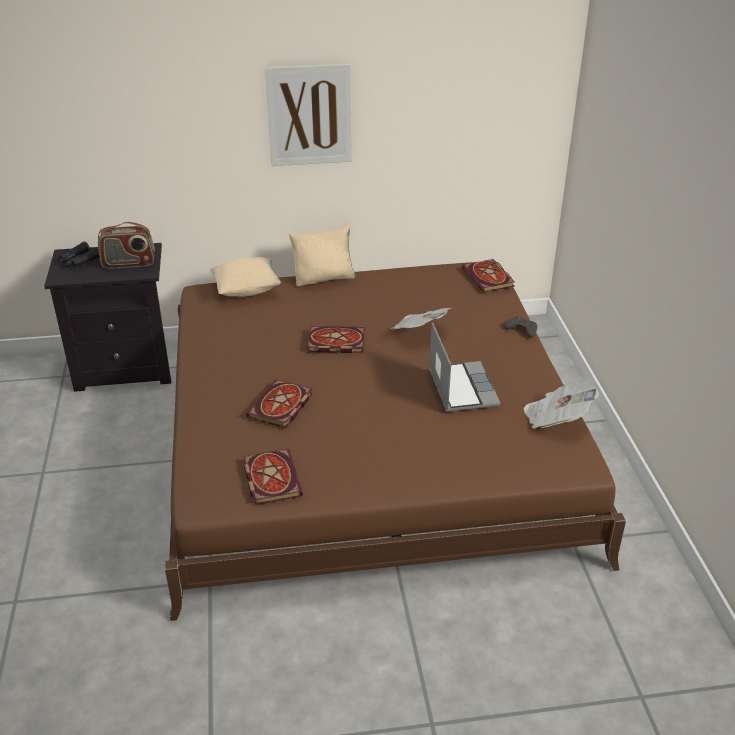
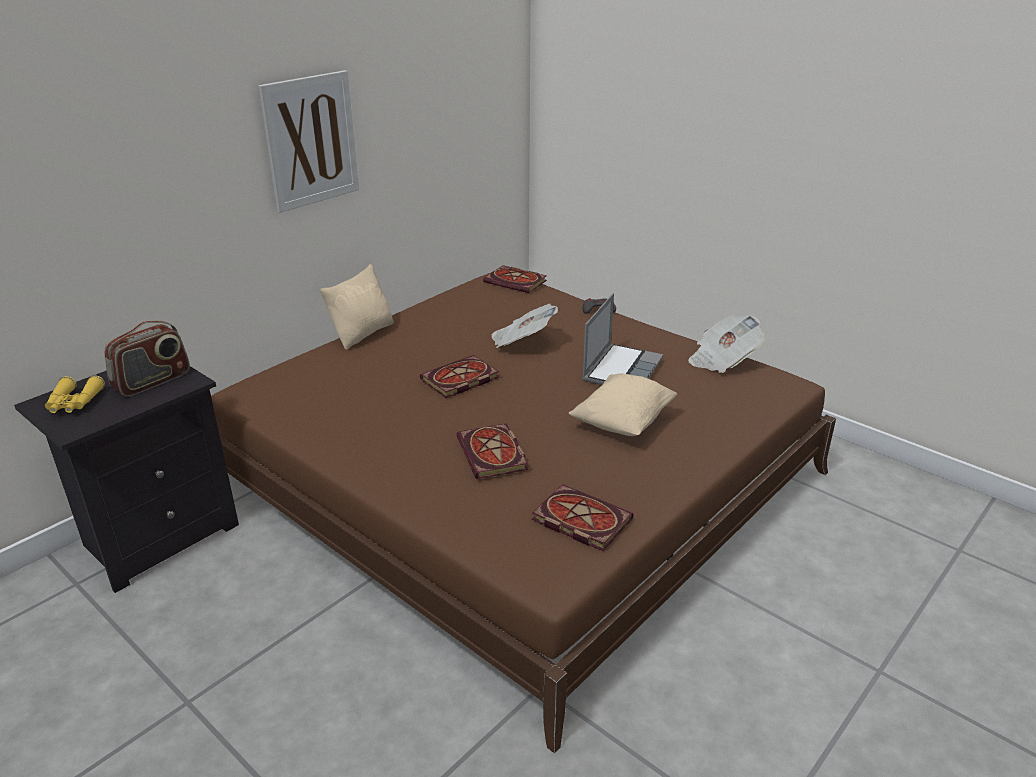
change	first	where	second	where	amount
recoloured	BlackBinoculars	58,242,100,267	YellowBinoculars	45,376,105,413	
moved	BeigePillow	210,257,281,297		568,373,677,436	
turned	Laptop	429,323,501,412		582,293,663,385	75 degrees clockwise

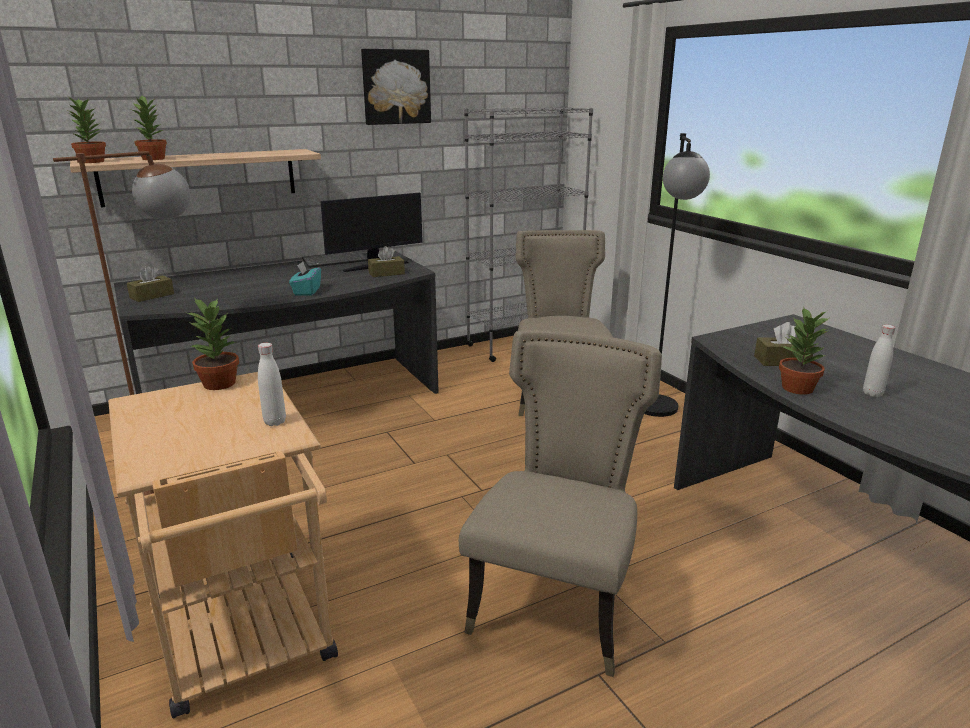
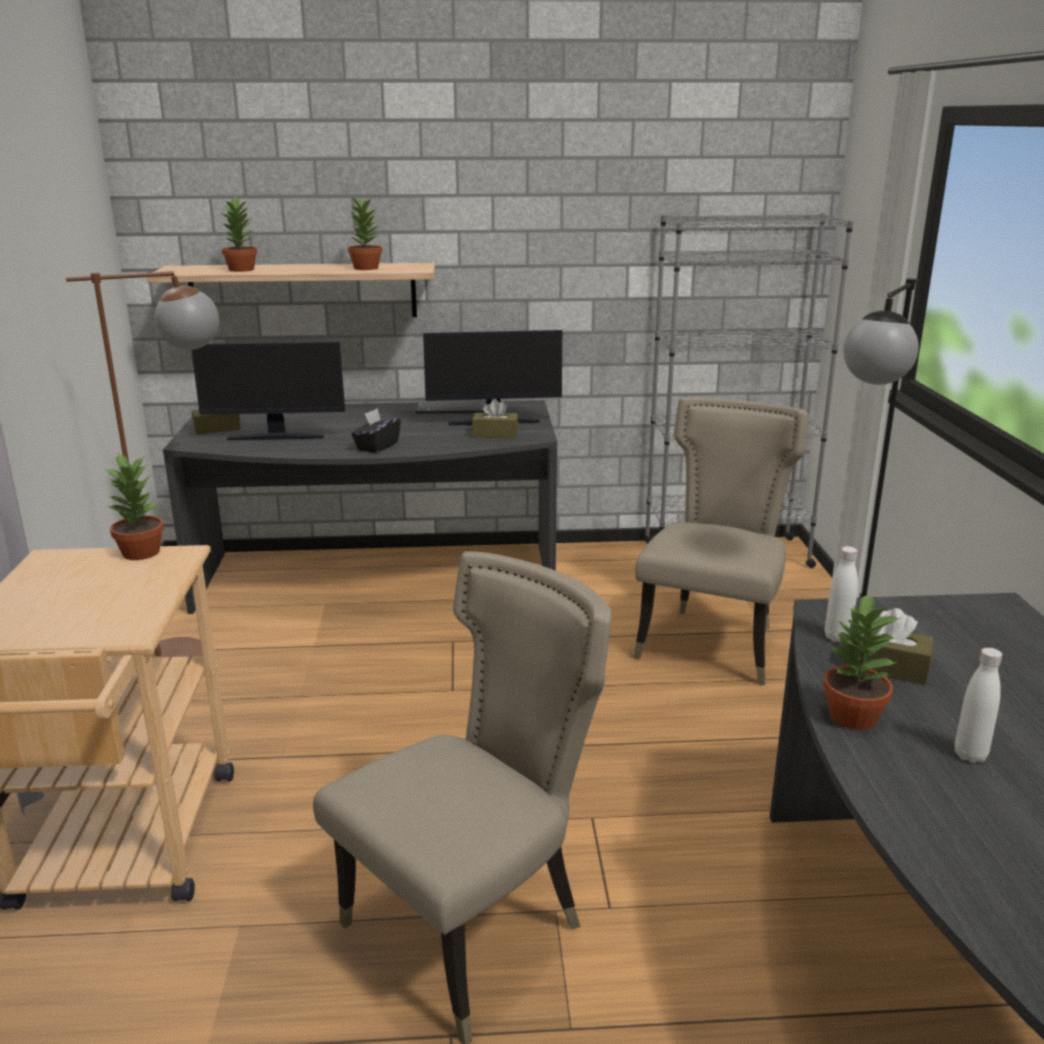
change	first	where	second	where	amount
added			Monitor	192,342,345,440	
moved	PottedPlant	69,98,106,163		348,196,382,270	
recoloured	TurquoiseTissueBox	289,261,321,296	BlackTissueBox	351,408,401,453	
moved	WhiteBottle	258,343,286,426		825,546,858,643	
removed	Picture	361,49,431,125			

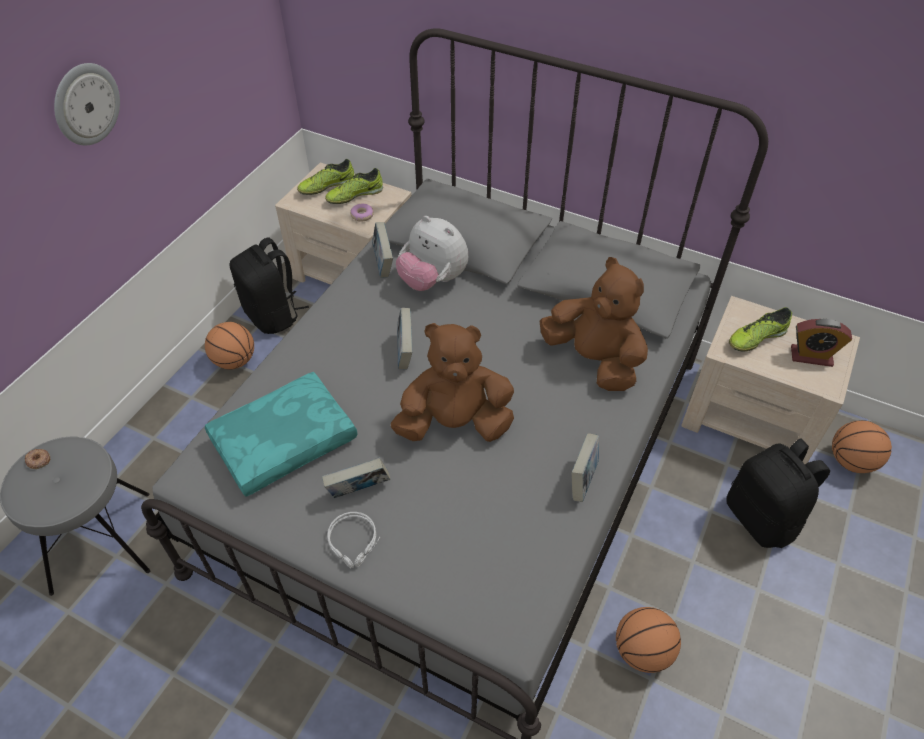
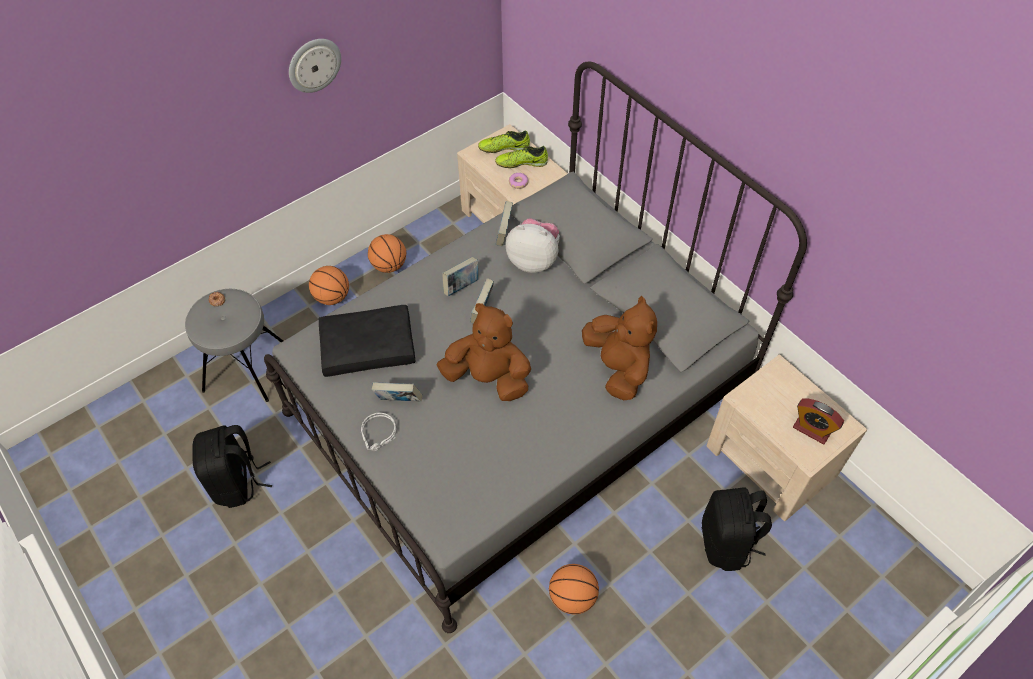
change	first	where	second	where	amount
moved	BlackBackpack	230,237,309,334		193,425,272,508	
moved	Basketball	832,420,892,473		309,266,349,305	
recoloured	TurquoisePillow	205,372,358,497	BlackPillow	319,305,415,377	
moved	Book	571,433,599,502		442,257,478,296	
turned	PlushToy	396,216,468,291		505,218,560,273	135 degrees clockwise
removed	Shoe	729,307,792,352			

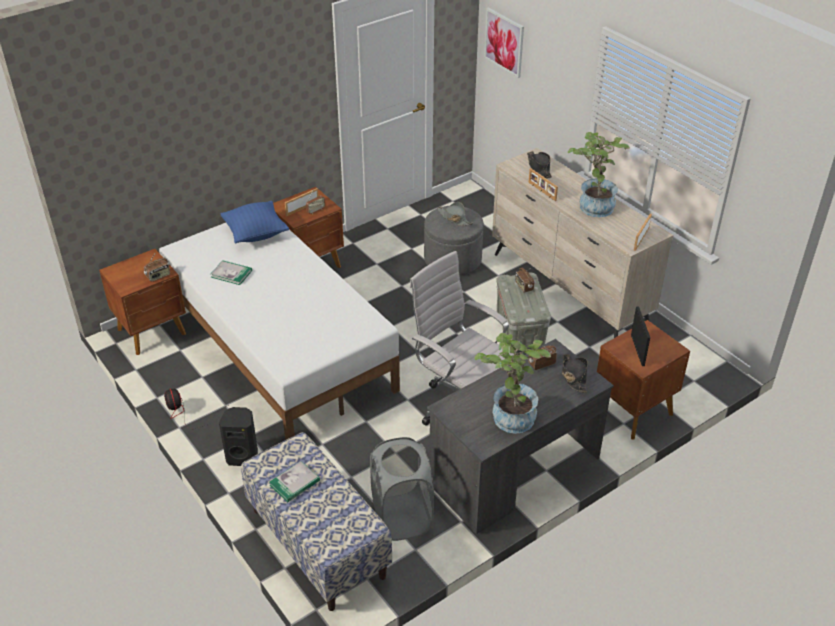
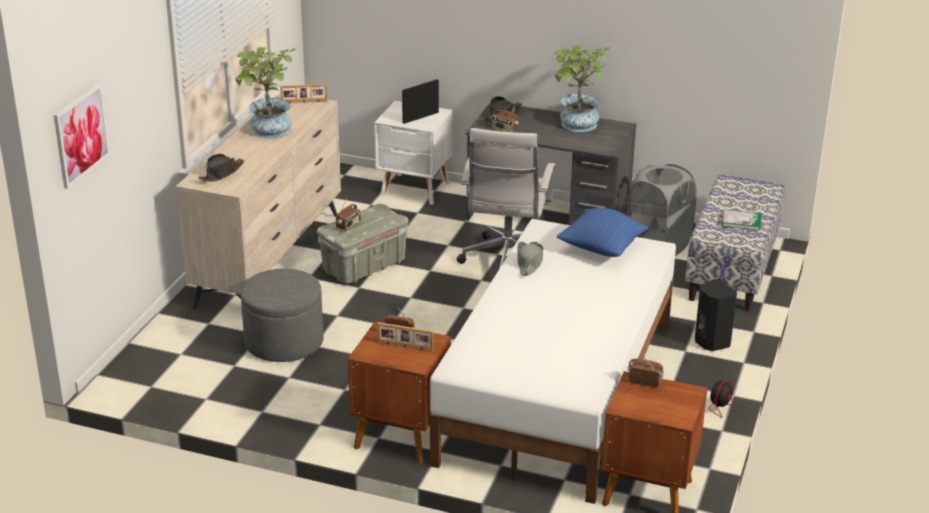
change	first	where	second	where	amount
recoloured	BrownNightstand	597,320,690,440	WhiteNightstand	374,101,452,205	
moved	GreyHat	437,202,473,226		517,242,543,276	
moved	BluePillow	220,201,289,243		557,208,649,257	
removed	Book	211,260,252,285			
removed	PictureFrame	528,168,558,201			

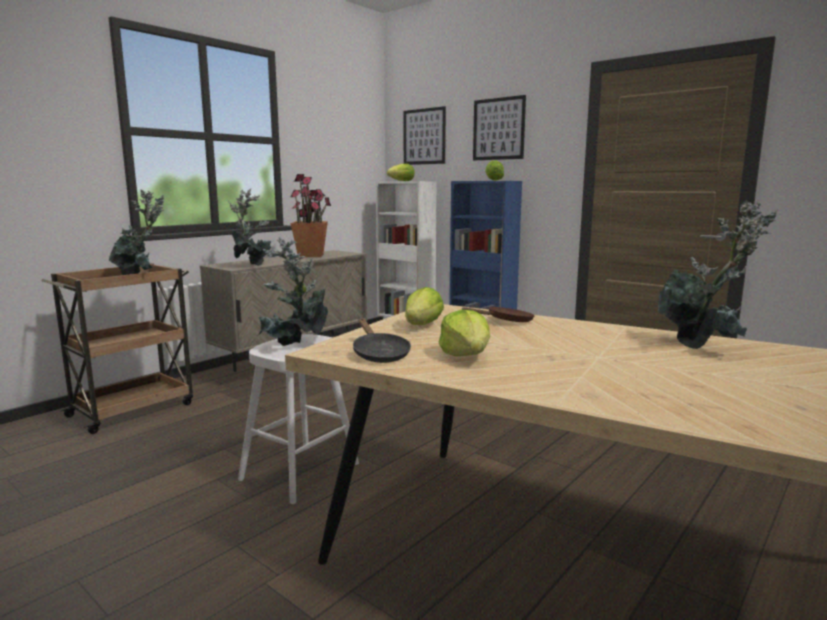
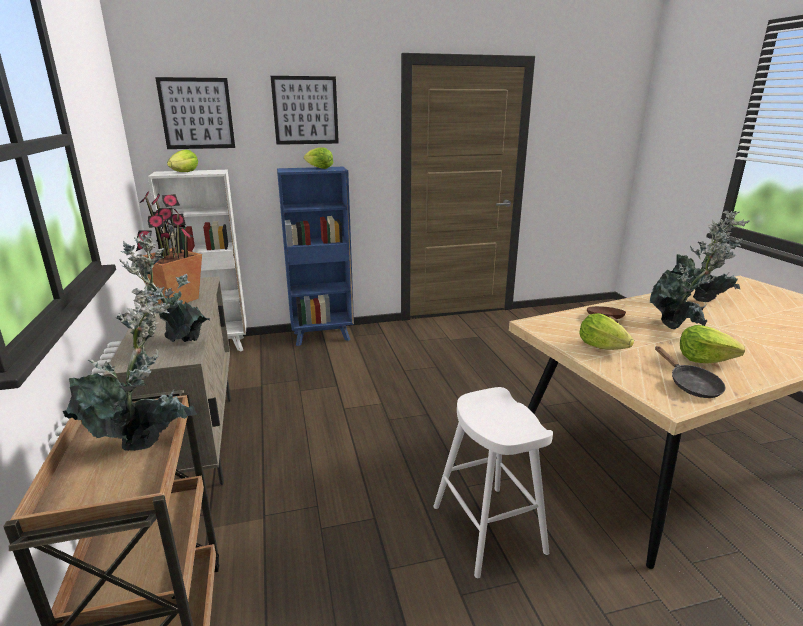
change	first	where	second	where	amount
moved	PottedPlant	258,237,328,346		650,231,743,329	
turned	BlackFryingPan	353,319,411,363		655,346,725,398	60 degrees clockwise

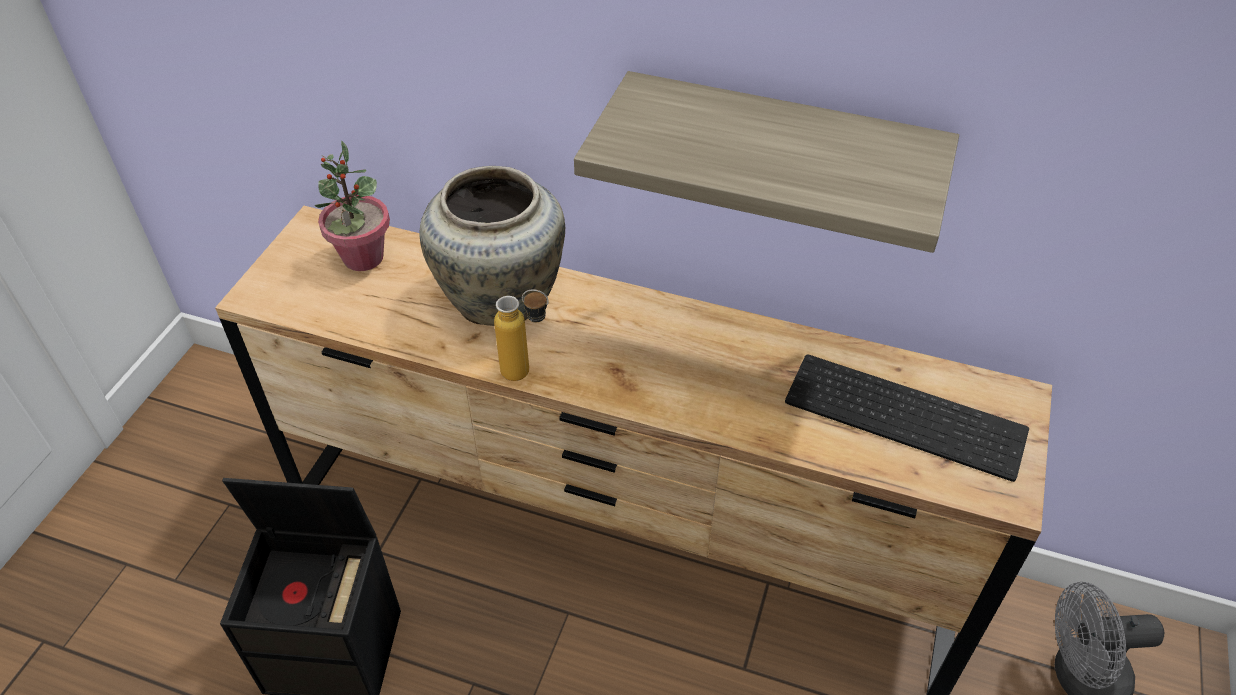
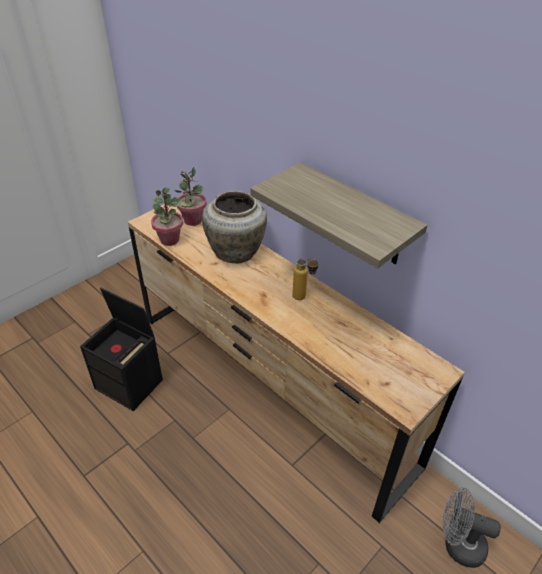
change	first	where	second	where	amount
added			PottedPlant	151,187,183,246	
moved	Bottle	494,289,549,381		292,258,319,300	
removed	Keyboard	785,354,1029,482			

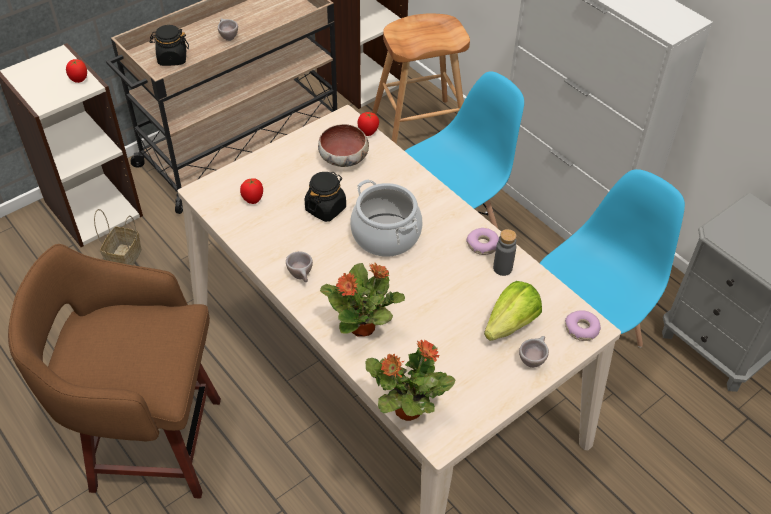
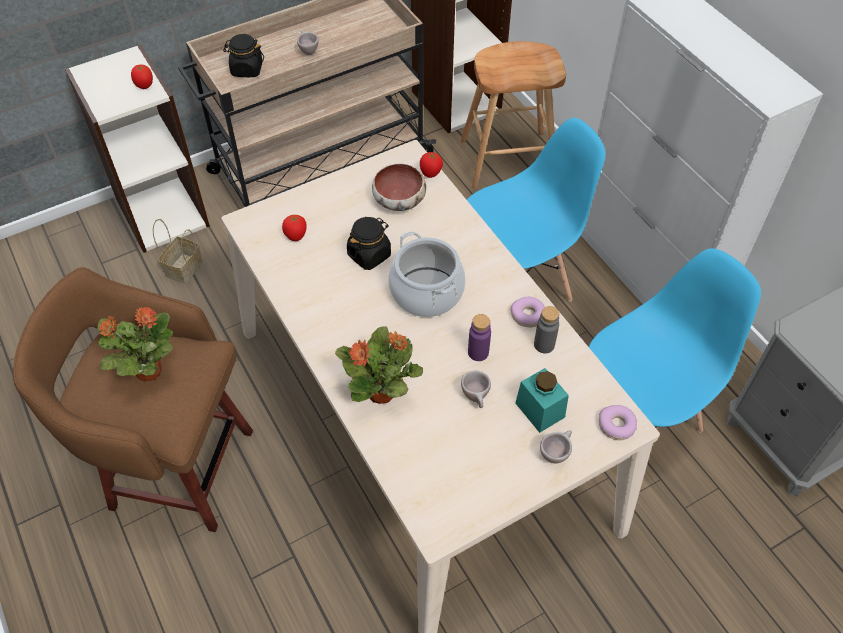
change	first	where	second	where	amount
moved	PottedPlant	366,340,455,421		97,307,173,381	
moved	BeigeCup	286,251,313,282		461,370,491,408	
added			PurpleBottle	468,314,491,361	
replaced	Lettuce	484,281,542,341	TurquoiseJar	515,368,569,433	

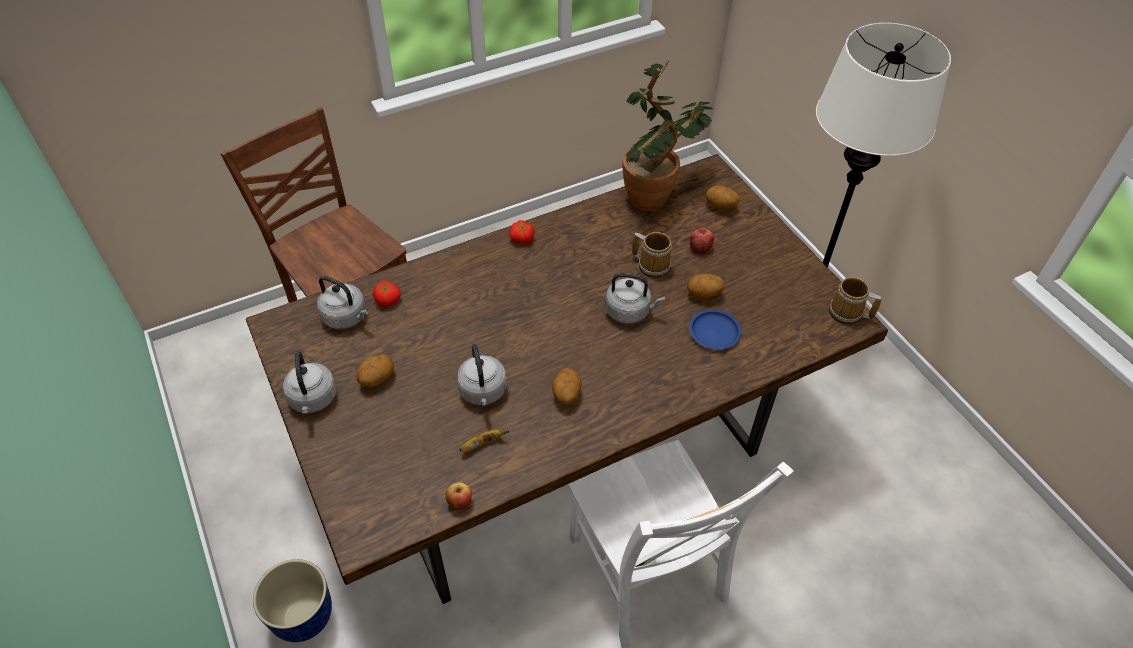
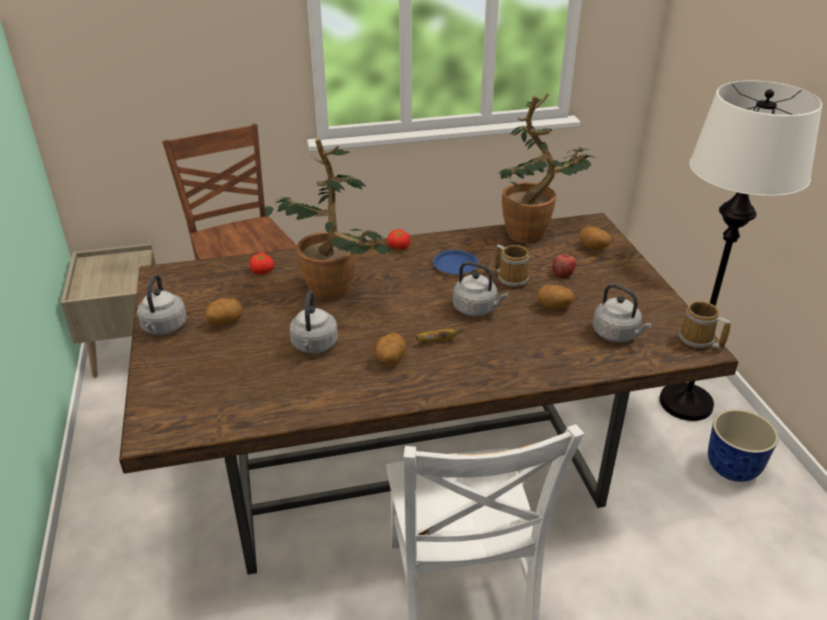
change	first	where	second	where	amount
added			BeigeNightstand	61,243,156,378	
added			PottedPlant	265,139,392,301	
moved	Banana	459,429,509,452		416,329,463,342	
moved	BluePlate	689,309,741,350		433,250,479,274	
moved	GreyKettle	317,276,369,329		593,284,652,342	
moved	Planter	253,559,332,642		708,409,778,482	
removed	Apple	445,482,472,510			

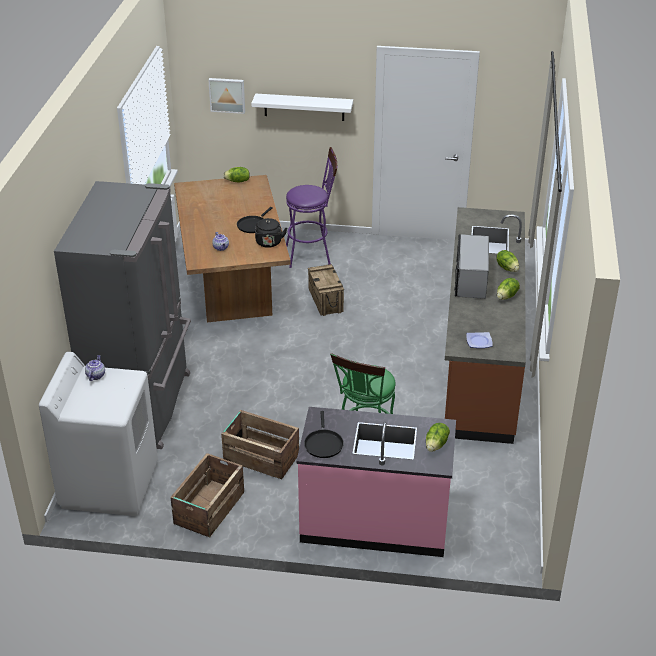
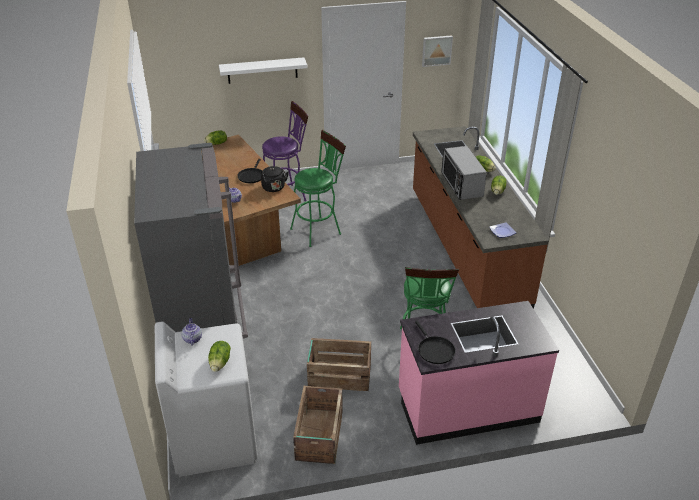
change	first	where	second	where	amount
moved	Lettuce	426,423,450,452		208,341,231,372	
replaced	Crate	308,264,344,316	GreenStool	290,130,346,247	
moved	Picture	208,78,245,114		422,35,453,67	

